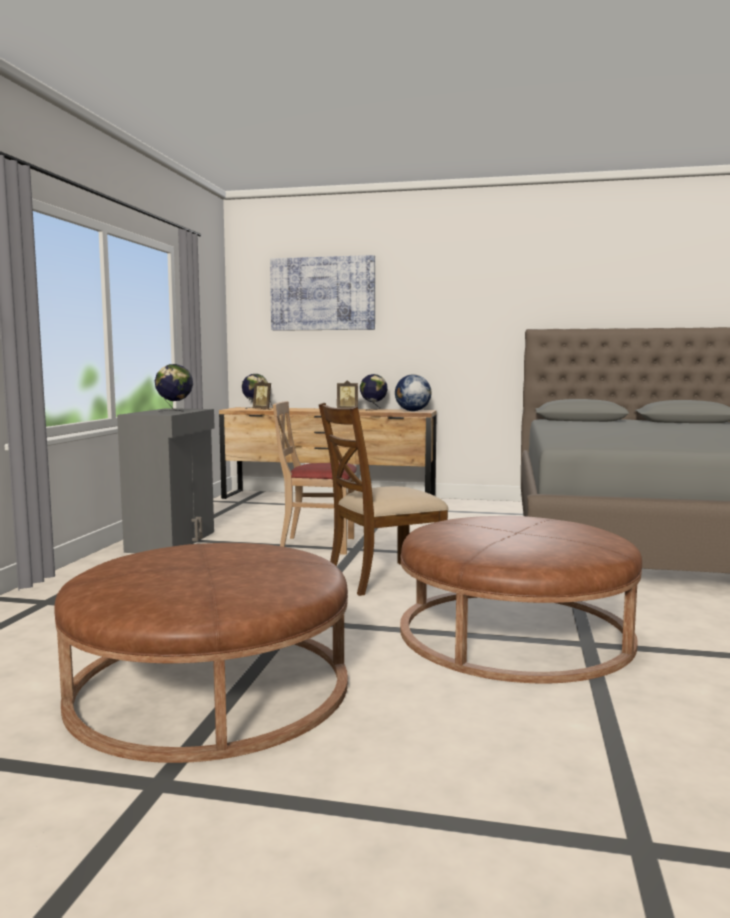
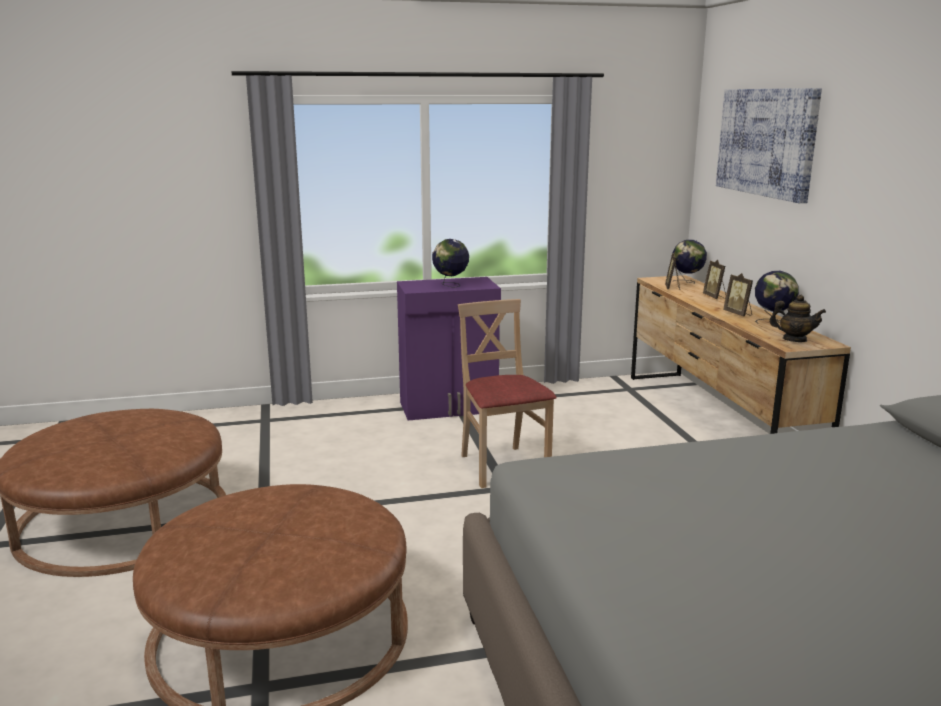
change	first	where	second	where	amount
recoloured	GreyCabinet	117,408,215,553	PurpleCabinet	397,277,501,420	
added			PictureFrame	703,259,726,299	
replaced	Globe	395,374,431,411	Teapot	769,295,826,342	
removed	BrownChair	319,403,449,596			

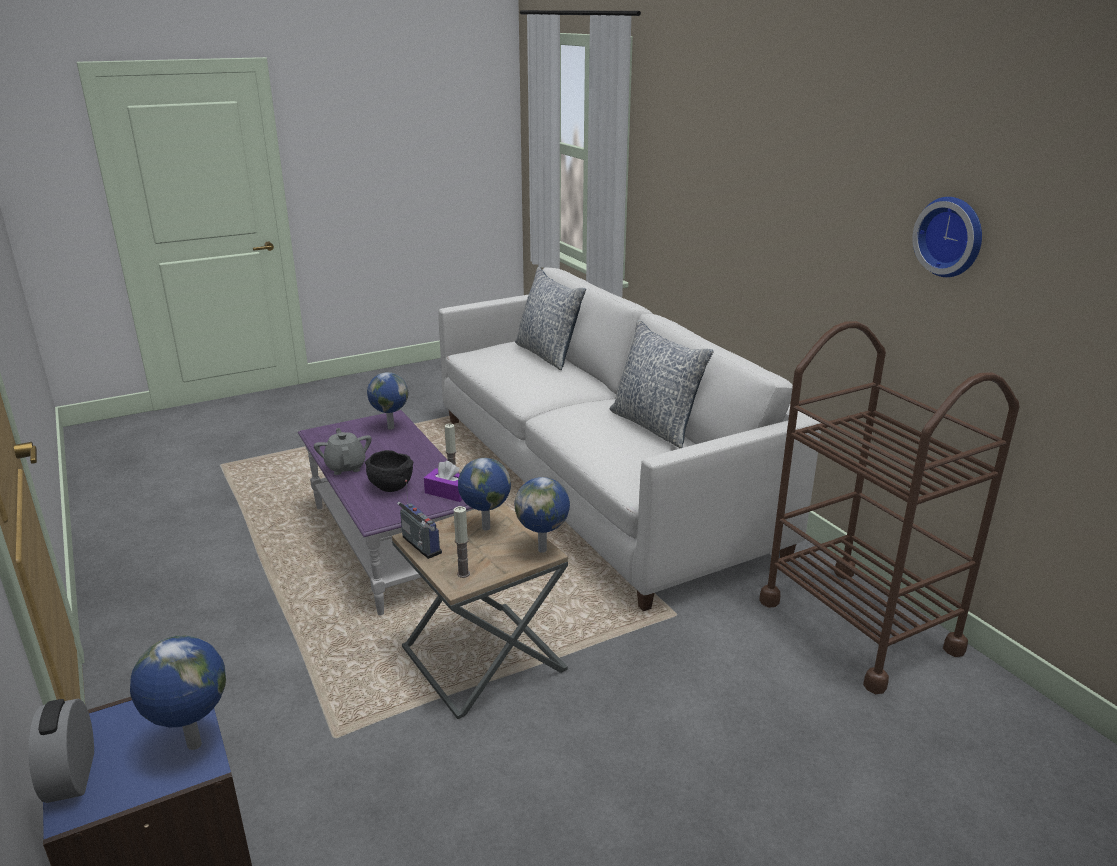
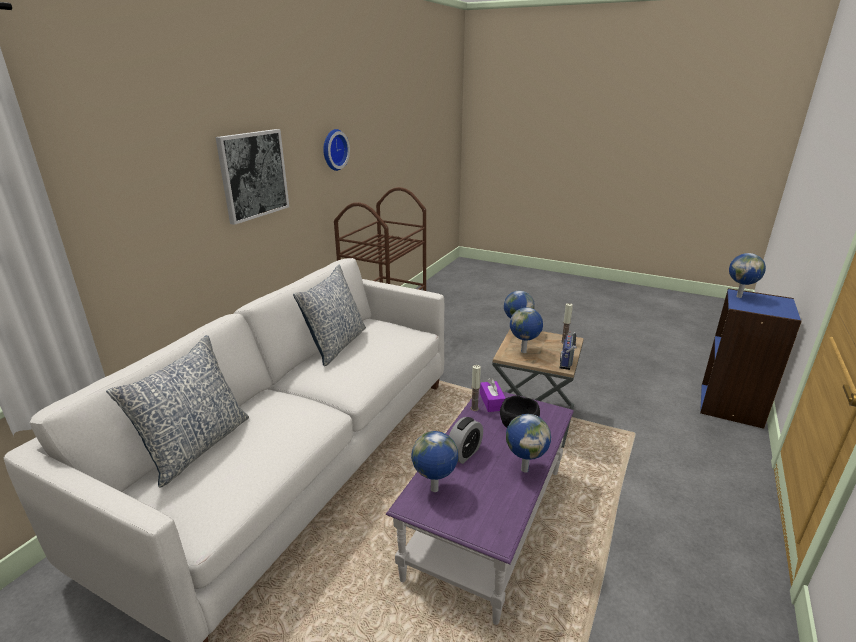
change	first	where	second	where	amount
added			Picture	215,129,289,225	
moved	AlarmClock	29,699,94,803		449,417,483,464	
replaced	GreyTeapot	314,428,372,475	Globe	506,414,551,473	

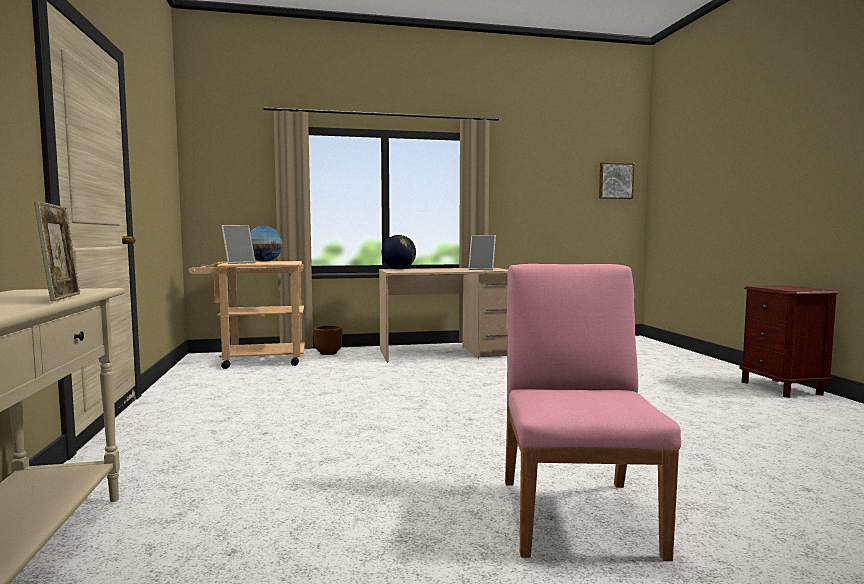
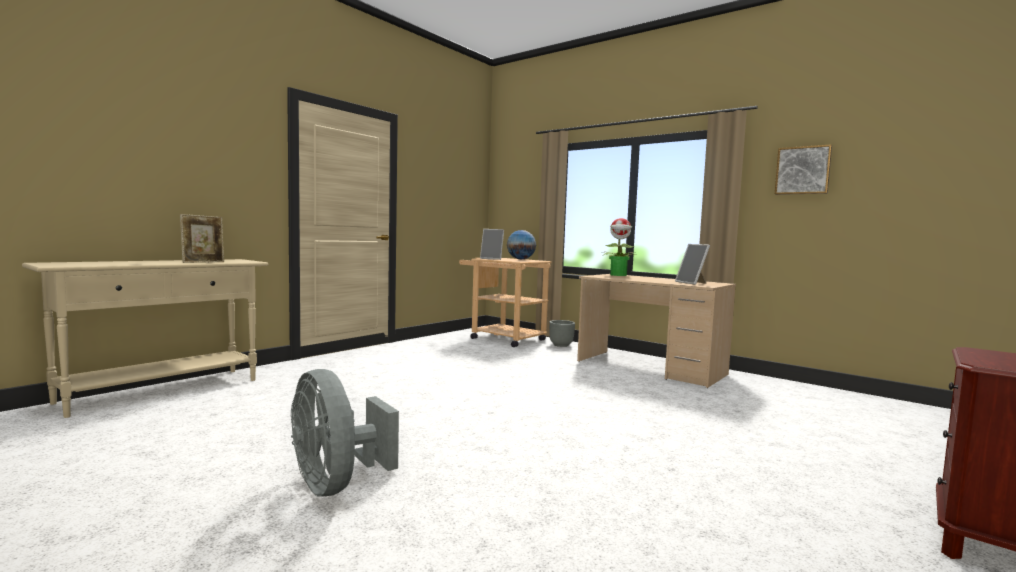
change	first	where	second	where	amount
replaced	PinkChair	505,264,681,561	GreyFan	291,369,399,496	
recoloured	BrownPlanter	313,325,342,355	GreyPlanter	549,320,575,347	
replaced	Globe	381,235,416,270	PottedPlant	603,218,637,276	
moved	Picture	599,162,634,199		775,145,832,195	

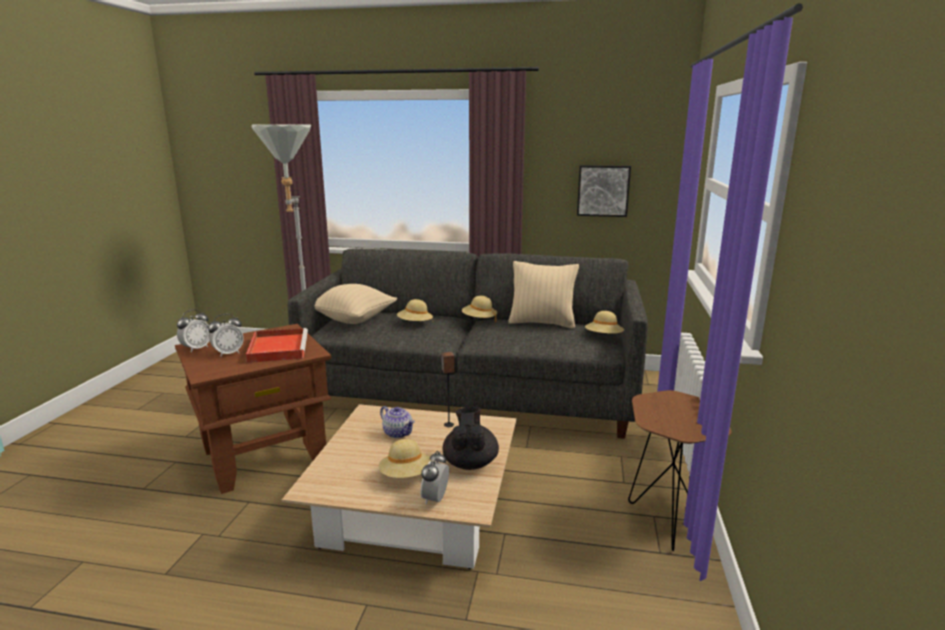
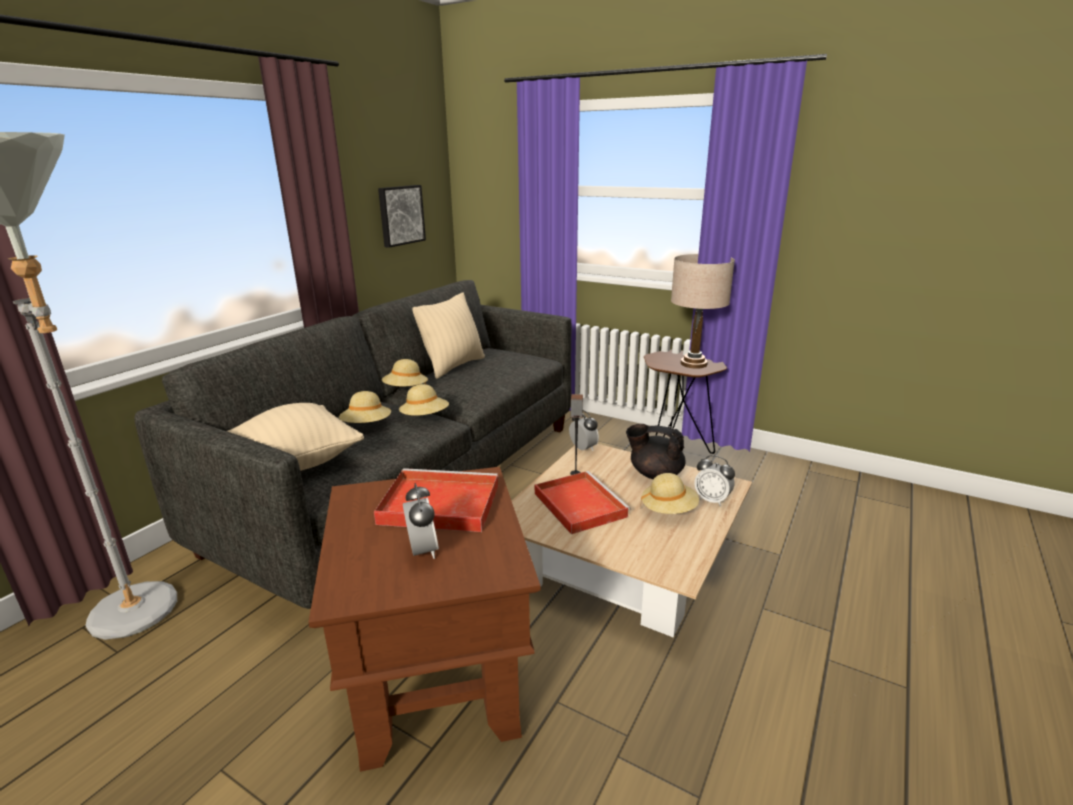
change	first	where	second	where	amount
moved	BeigeHat	585,311,624,334		399,384,449,416	
replaced	Teapot	380,406,415,438	RedTray	535,471,631,534	
moved	AlarmClock	177,309,210,352		569,410,599,451	
added			BeigeTableLamp	671,254,735,369	

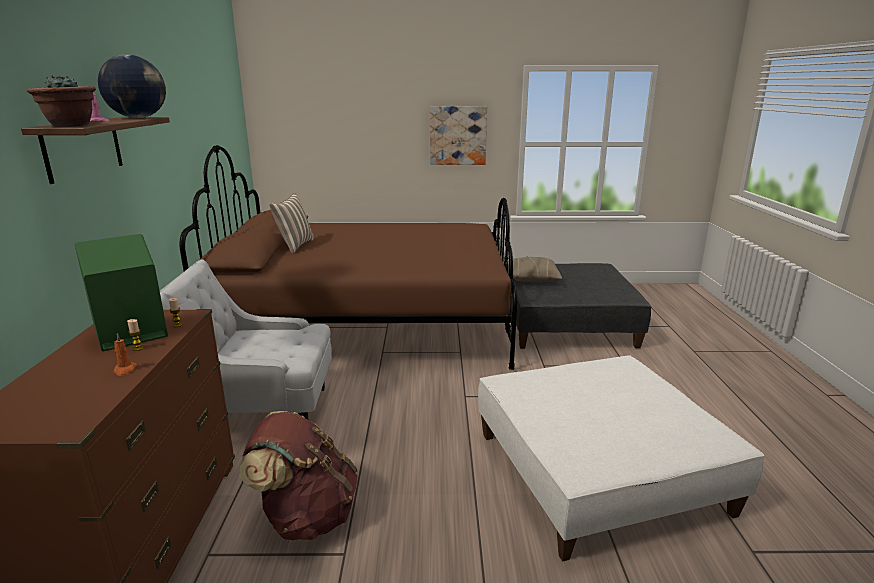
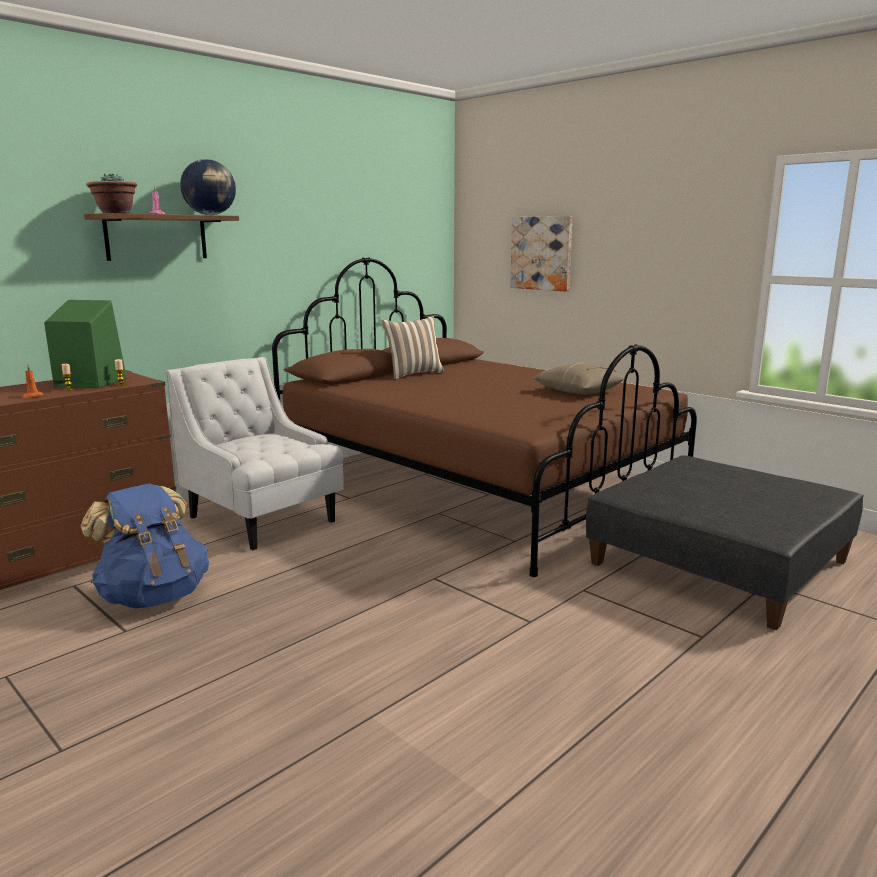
change	first	where	second	where	amount
recoloured	BrownBackpack	239,411,358,540	BlueBackpack	80,483,209,608	
moved	Picture	430,106,487,165		510,216,573,291	
moved	BeigePillow	508,257,562,282		532,363,624,394	
removed	WhiteOttoman	478,355,765,561			

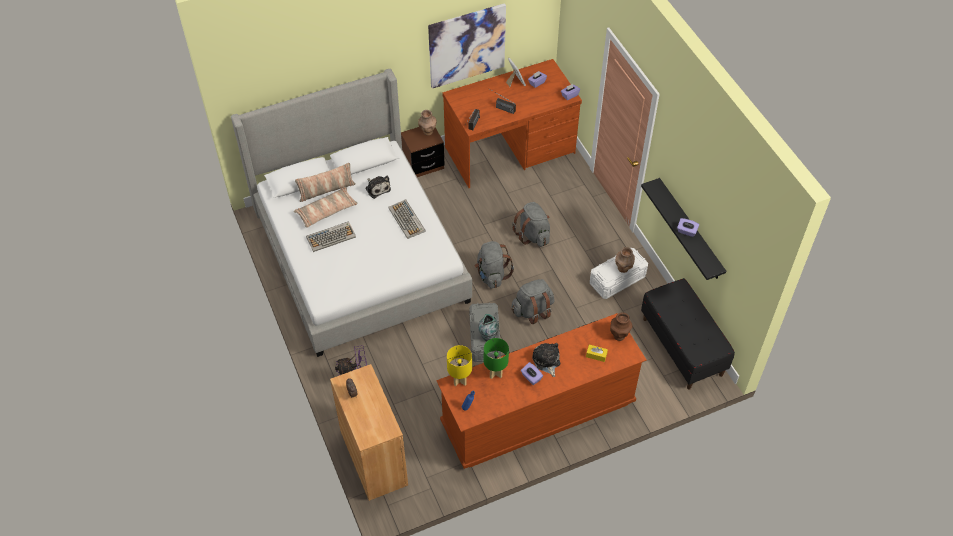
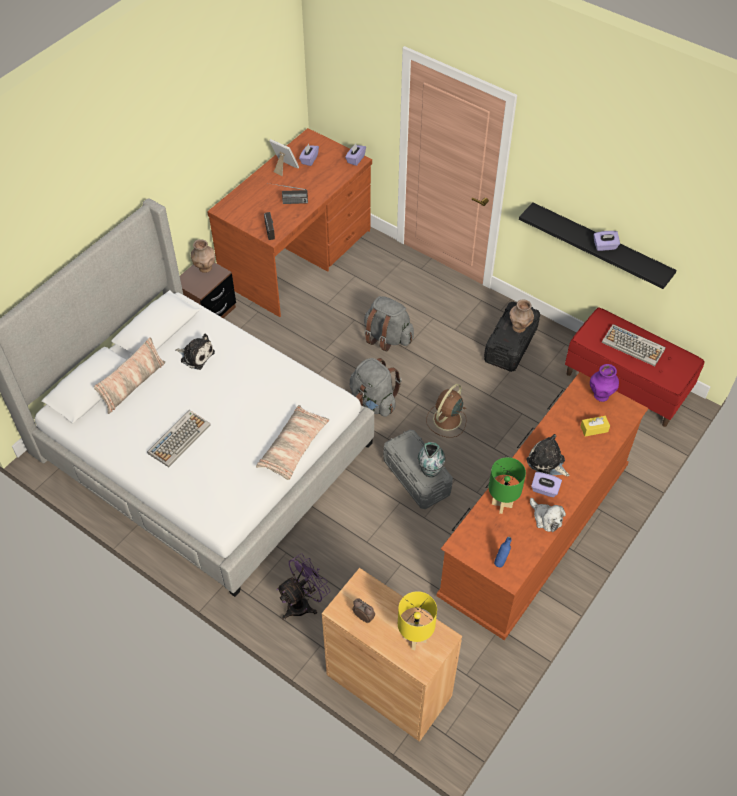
change	first	where	second	where	amount
moved	Pillow	294,187,357,228		256,405,329,480	
moved	YellowTableLamp	447,345,472,386		398,591,437,650	
replaced	GreyBackpack	511,279,555,324	BrownFan	426,384,466,438	
recoloured	WhiteStorageBox	590,248,648,299	BlackStorageBox	484,302,540,372	
added			PlushToy	530,498,566,532	
recoloured	BlackBench	641,278,735,390	RedBench	565,308,704,427	
recoloured	BrownVase	610,313,633,341	PurpleVase	590,364,619,402	
moved	Keyboard	388,199,426,239		602,324,666,366	
removed	Picture	428,3,506,89			

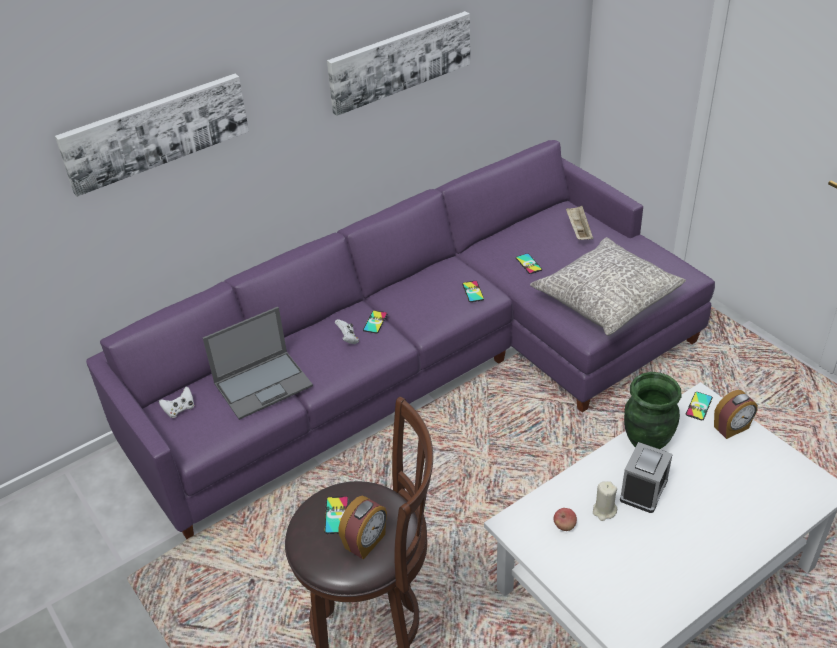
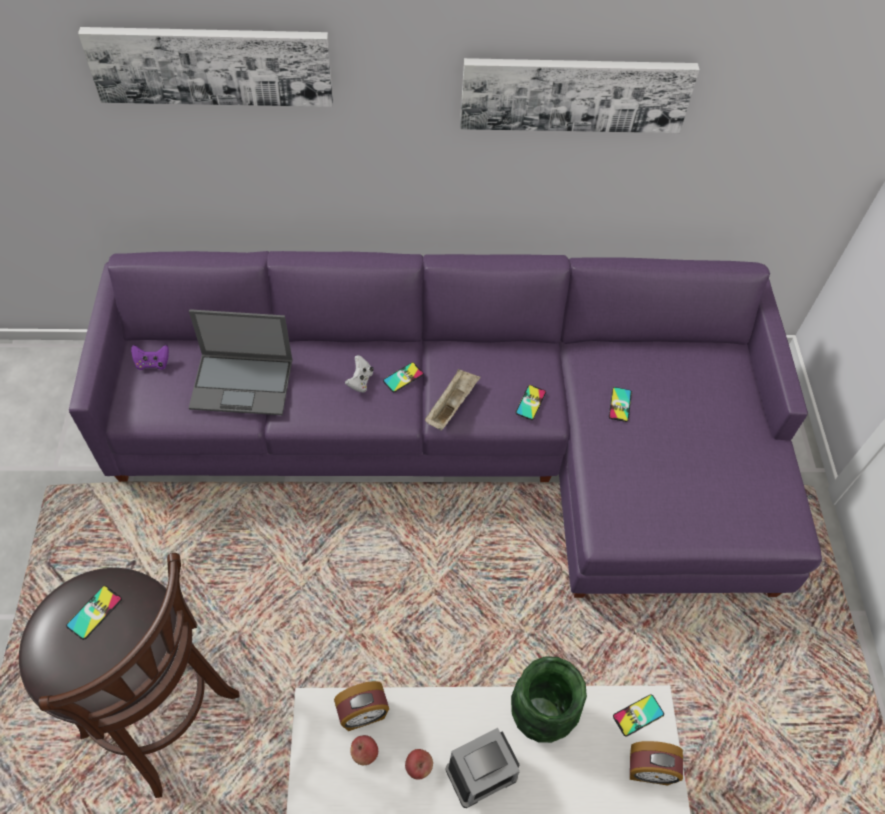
change	first	where	second	where	amount
recoloured	WhiteGameController	159,387,194,418	PurpleGameController	131,345,169,370	
moved	AlarmClock	338,495,387,560		334,681,389,731	
replaced	BeigeCandle	593,481,617,521	Apple	405,749,433,780	
moved	BeigeTray	566,206,593,240		425,369,480,430	
removed	GreyPillow	530,237,686,336			

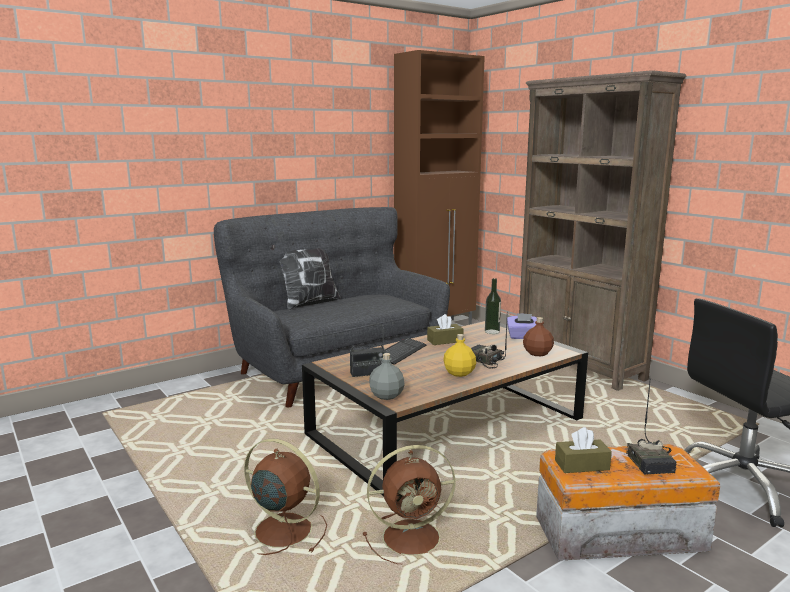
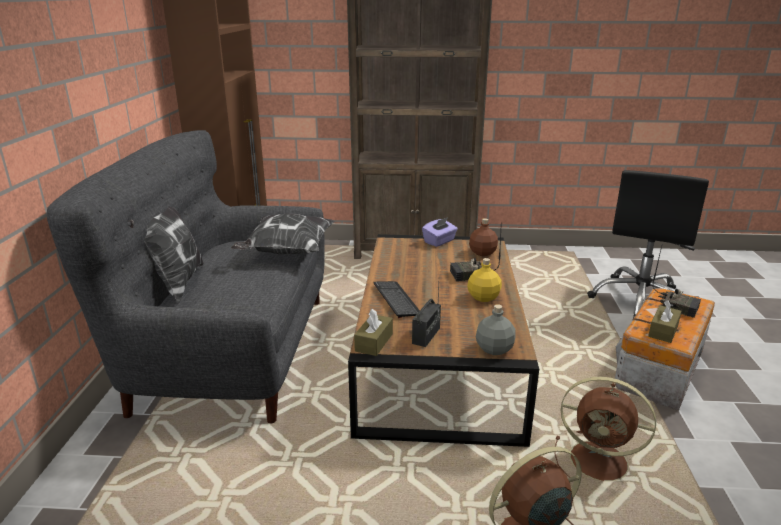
change	first	where	second	where	amount
added			Pillow	231,214,335,254	
moved	BrownTissueBox	427,314,464,345		354,309,393,356	
turned	BrownFan	363,445,456,564		554,377,656,481	90 degrees clockwise
removed	Bottle	485,278,501,334			

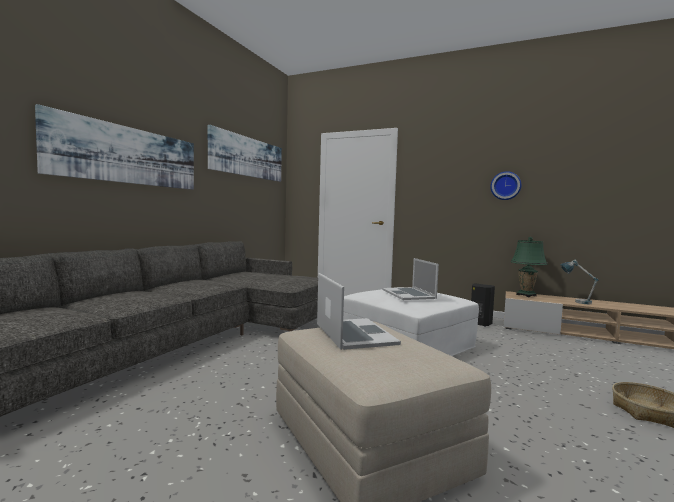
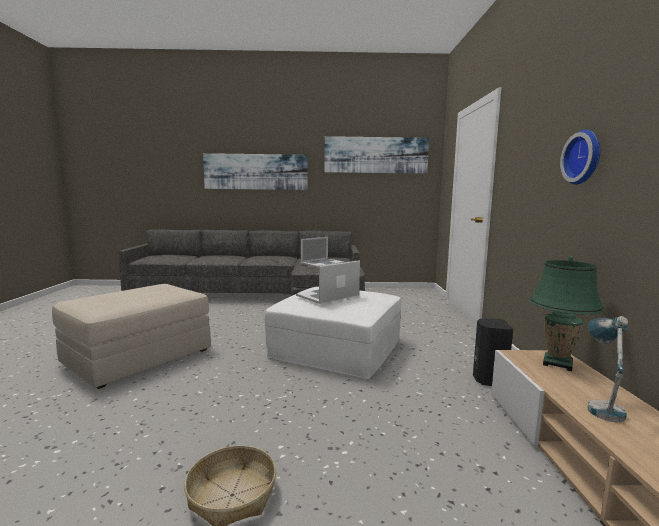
change	first	where	second	where	amount
moved	Laptop	317,273,401,350		301,237,344,267	

